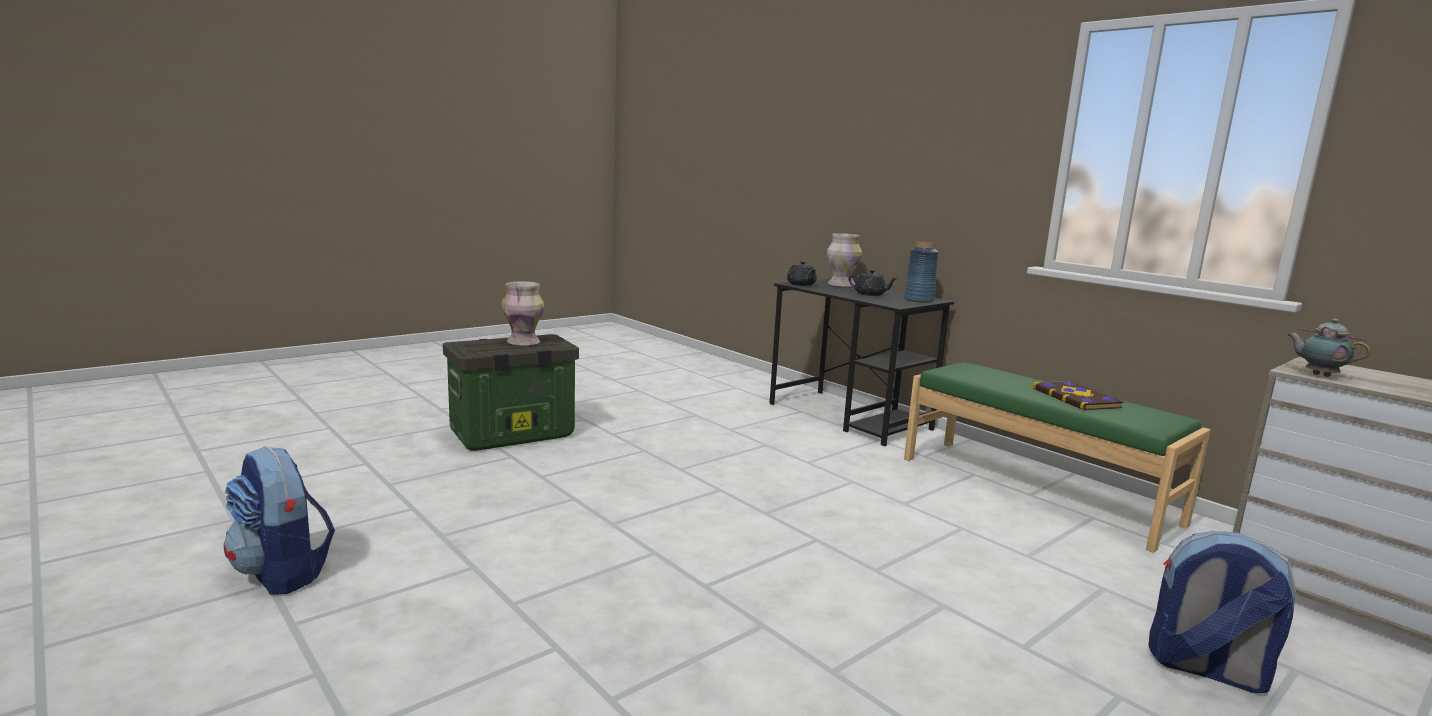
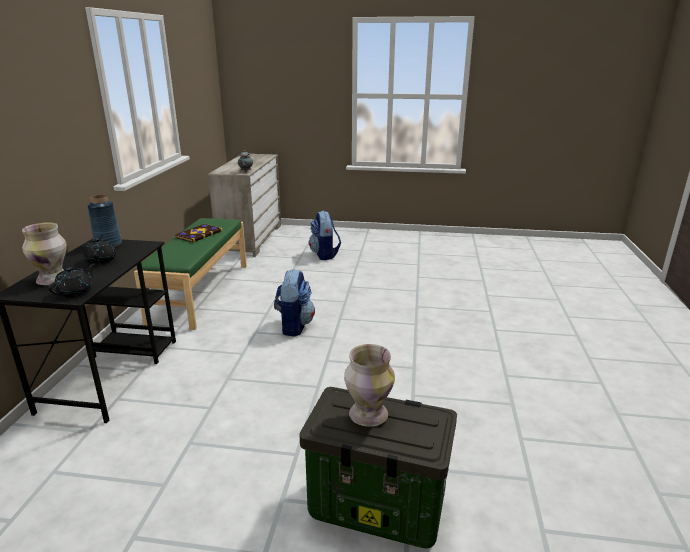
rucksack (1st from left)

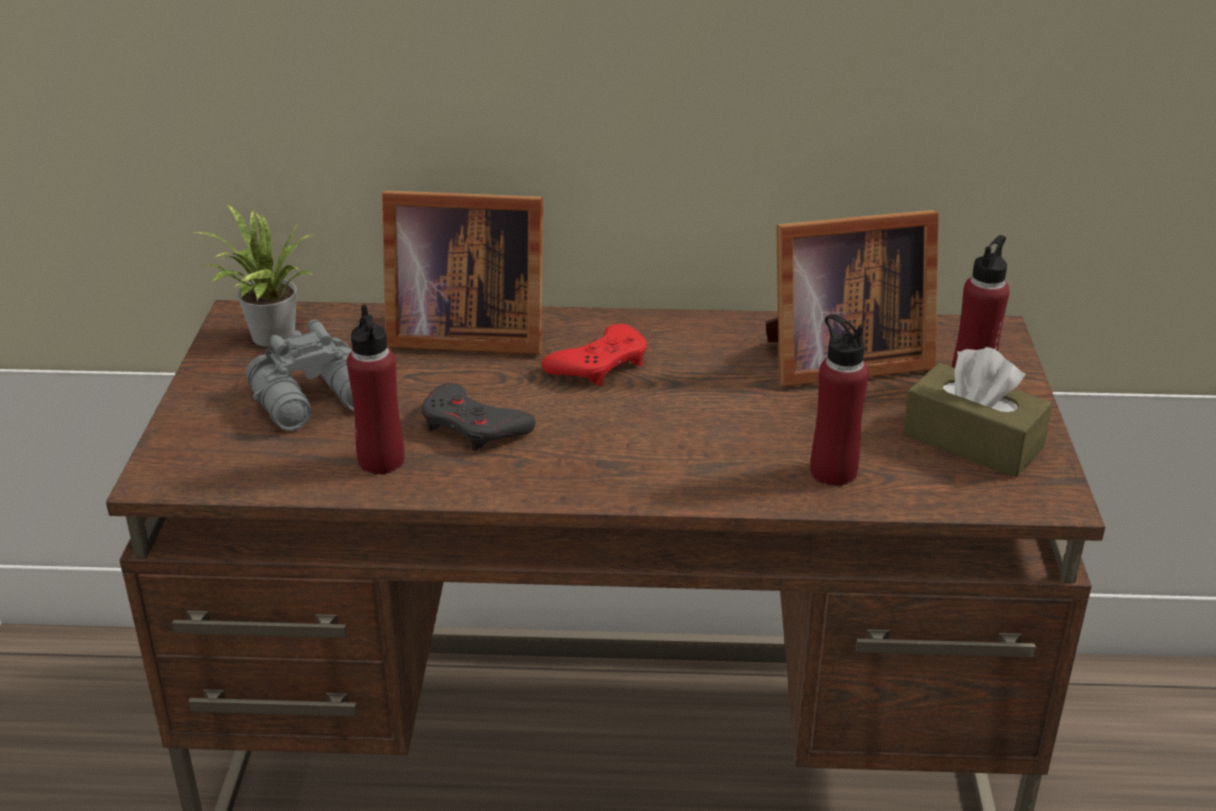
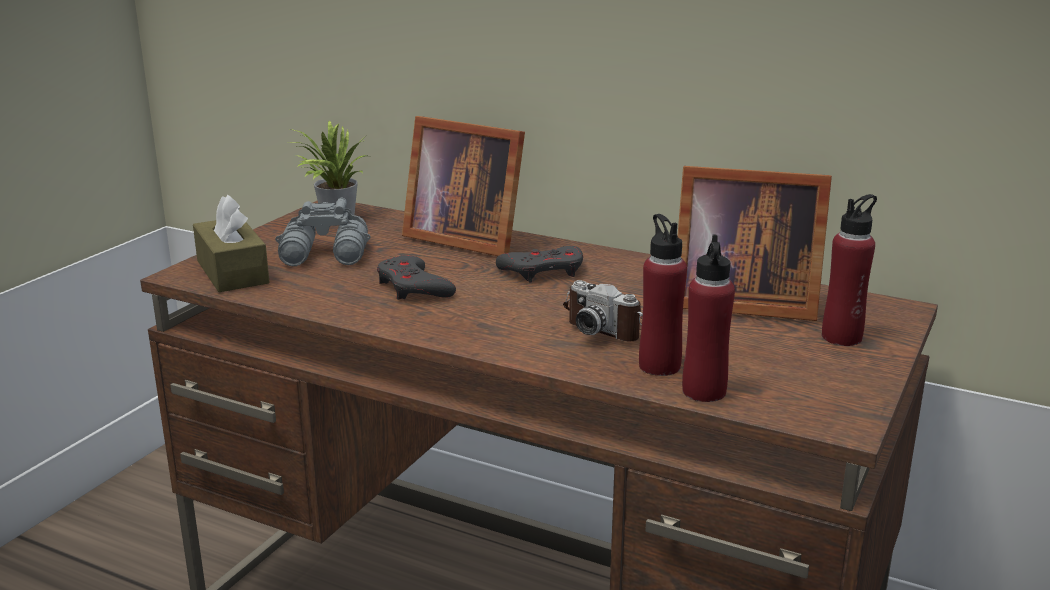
red bottle (2nd from left); greyish game controller (2nd from left); brownish box of tissues; photo camera

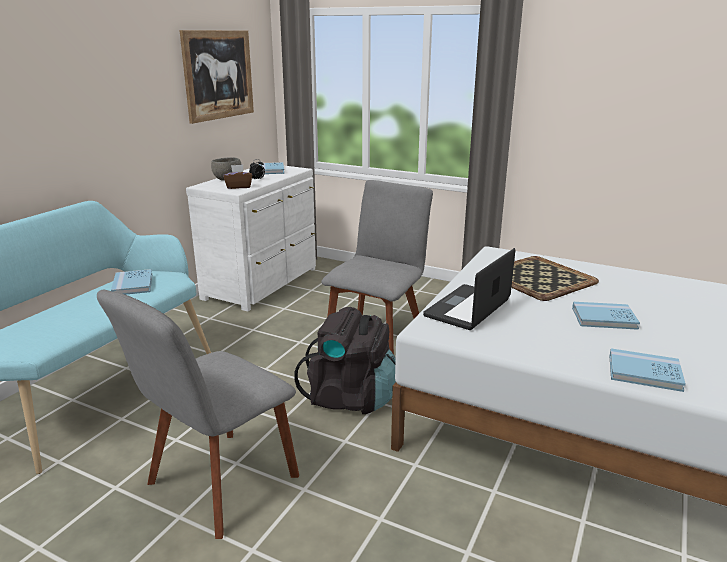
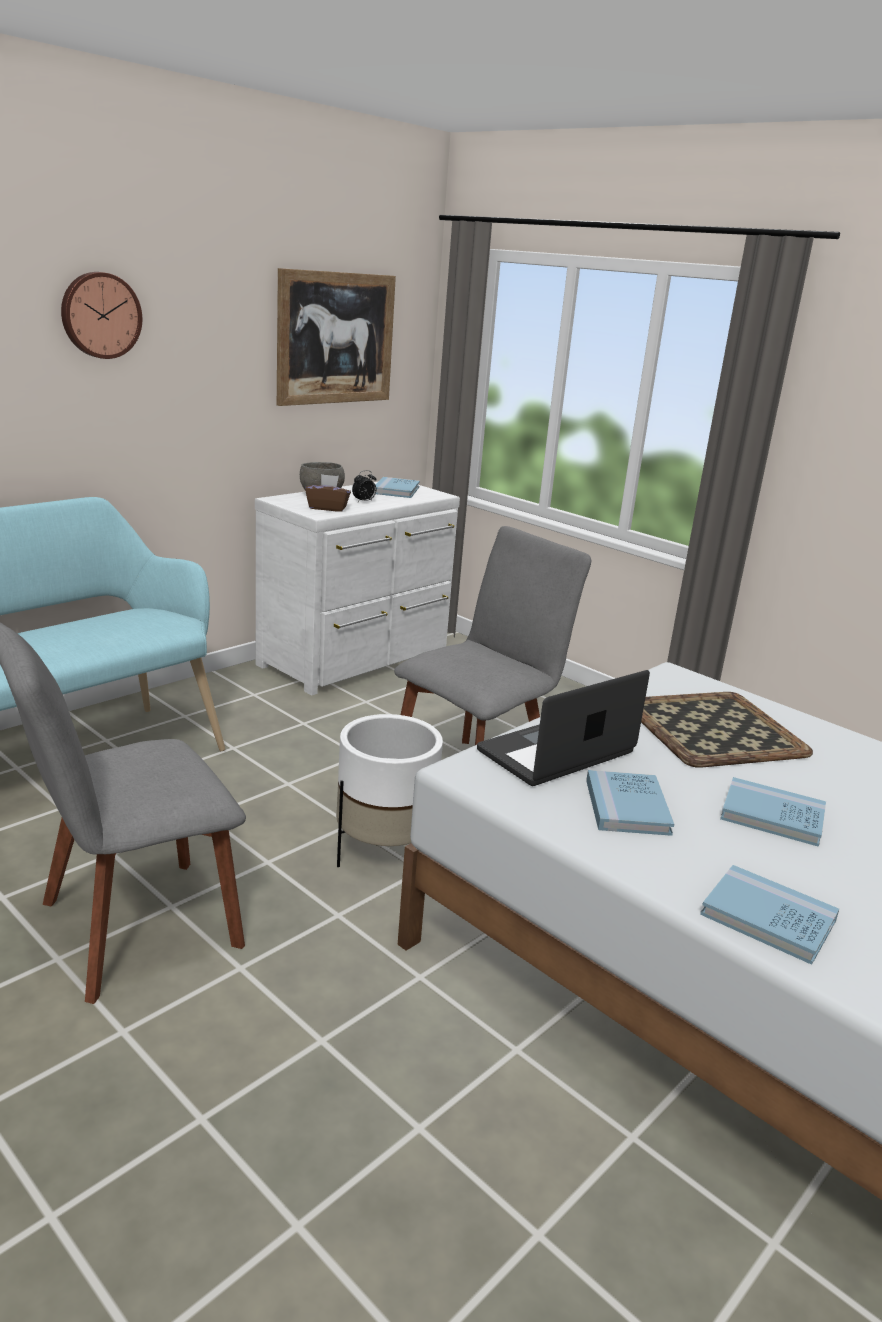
bluish volume (2nd from left); white flower pot; clock on the wall

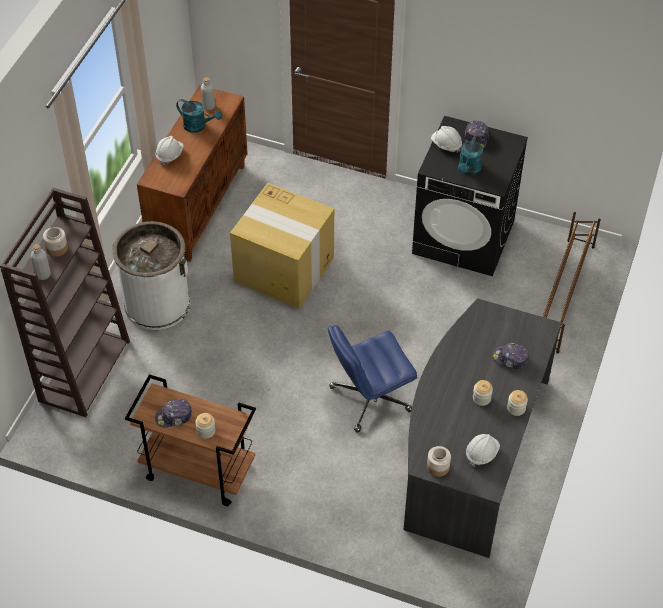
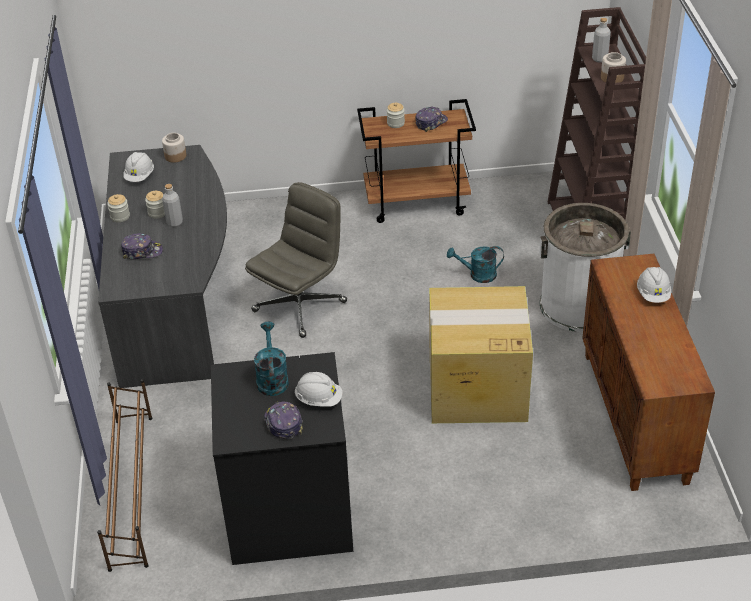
greyish bottle (1st from left); turquoise watering can (2nd from left); greyish computer chair

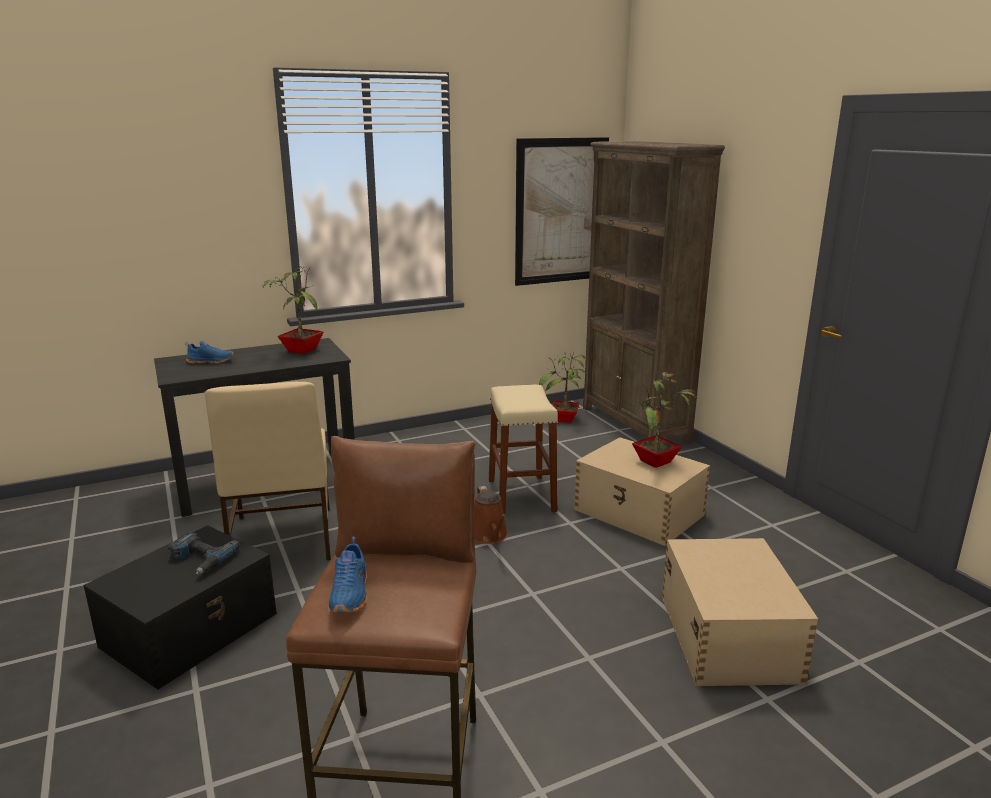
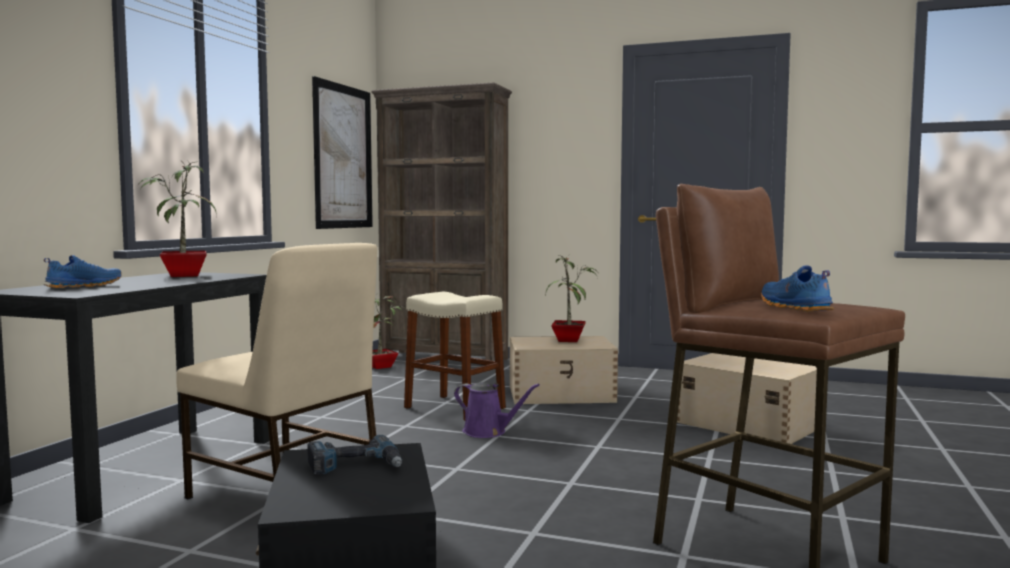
purple watering can; bluish low shoe (2nd from left)

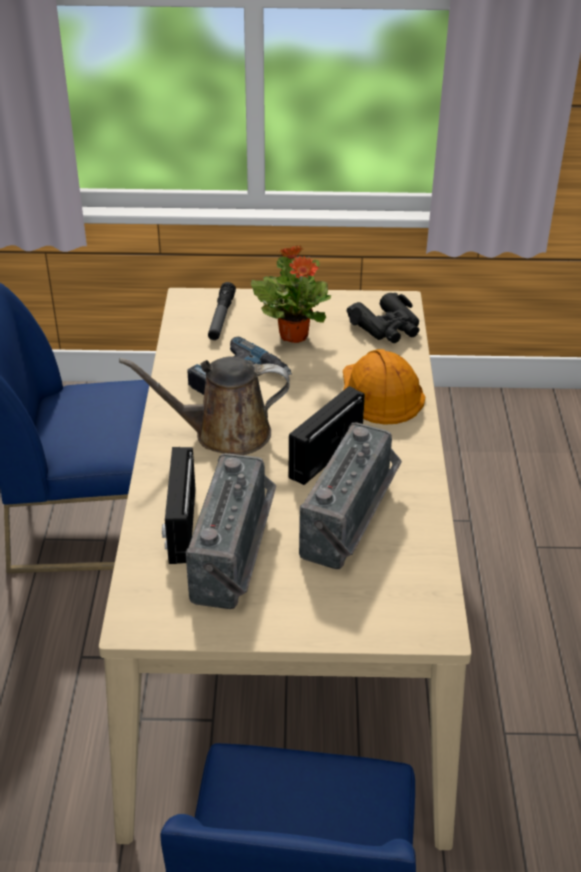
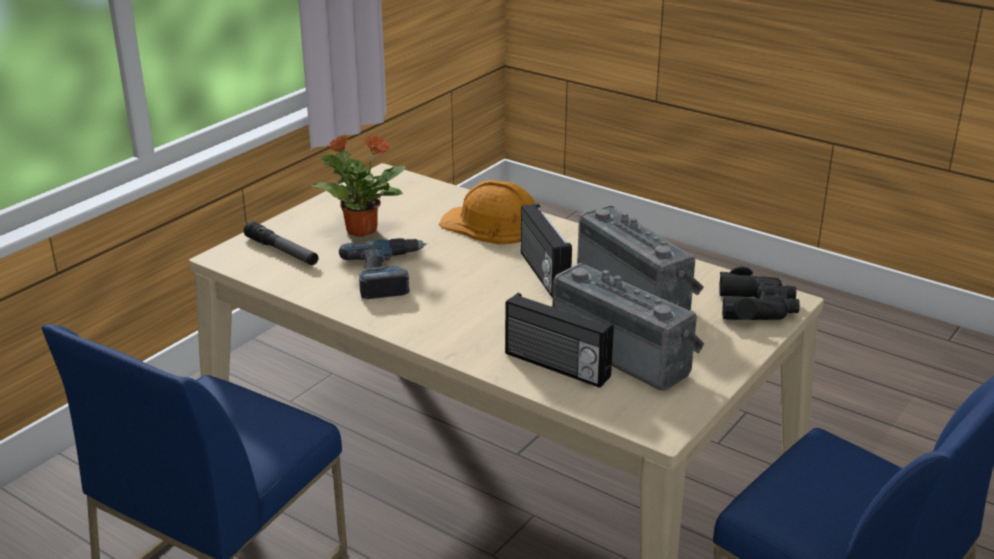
blackish field glasses; brownish watering can

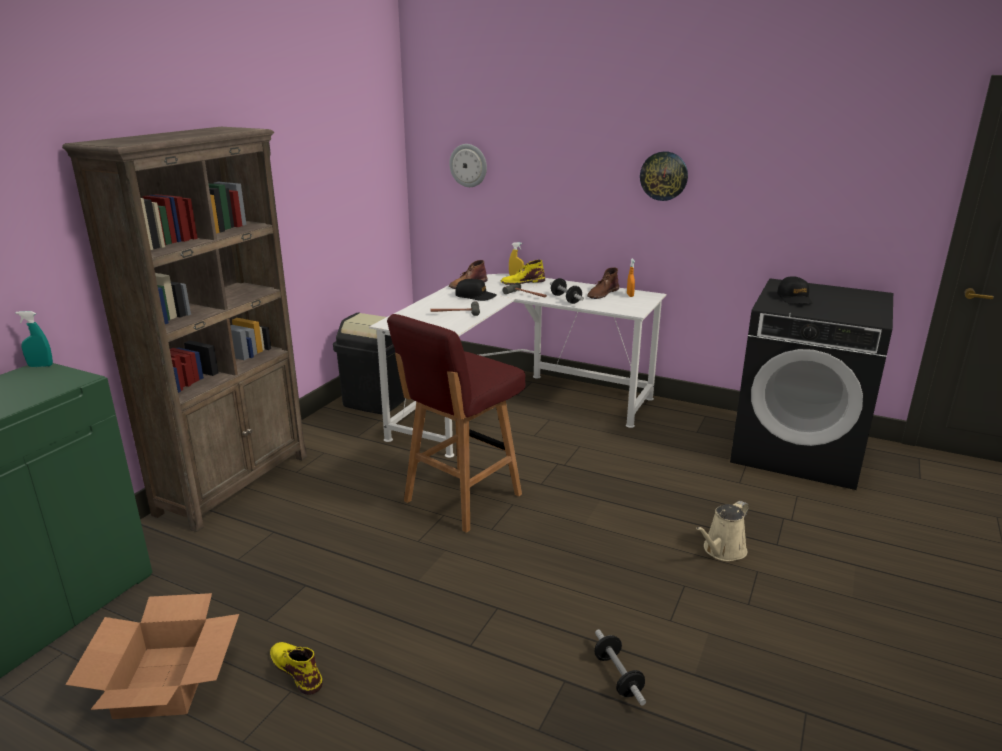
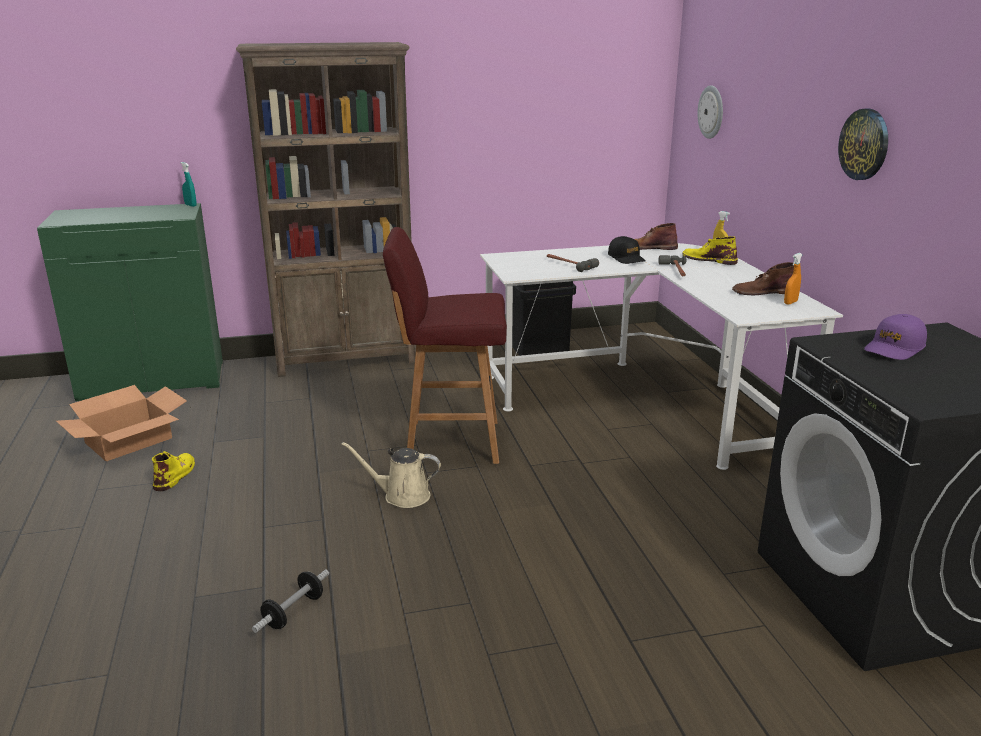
purple peaked cap; free weight (1st from left in the first image); sand-coloured watering can

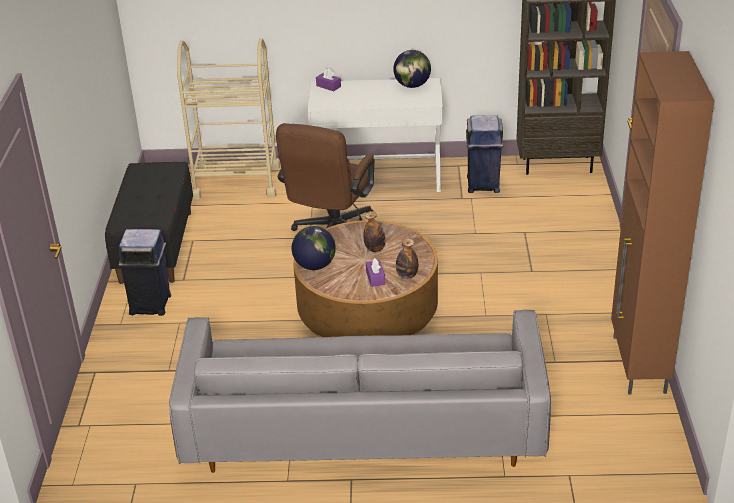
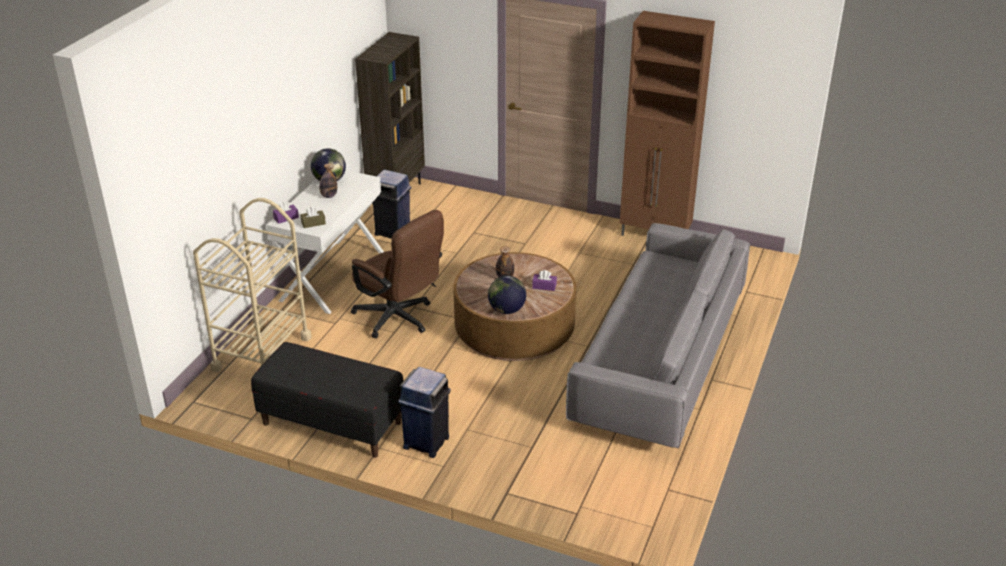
bottle (1st from left); brownish box of tissues

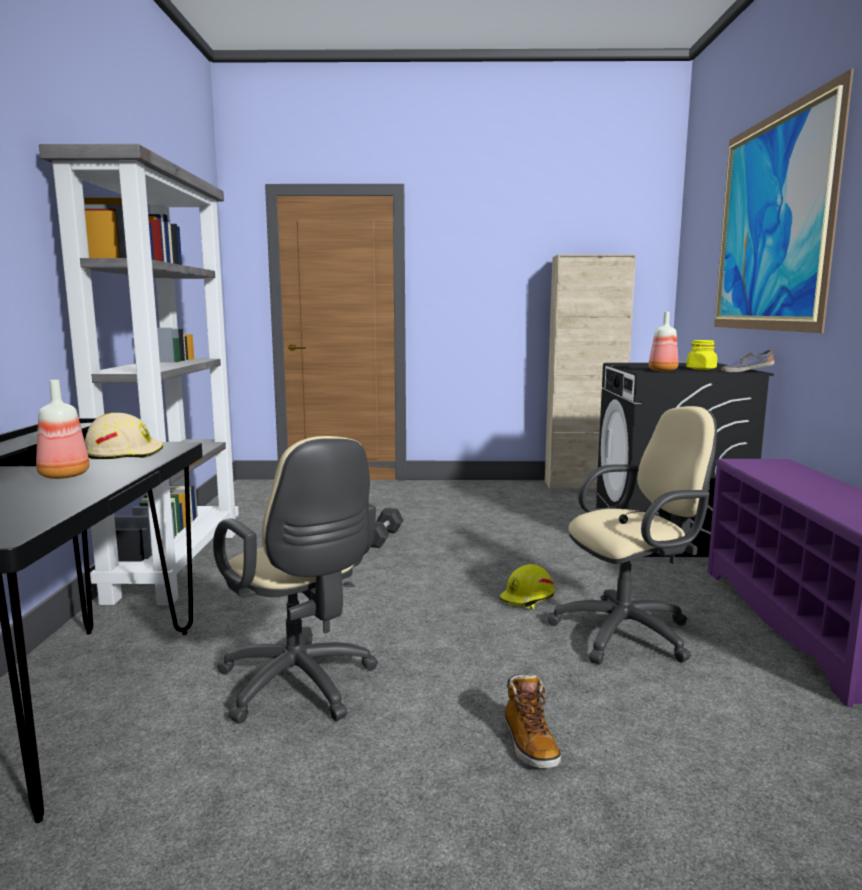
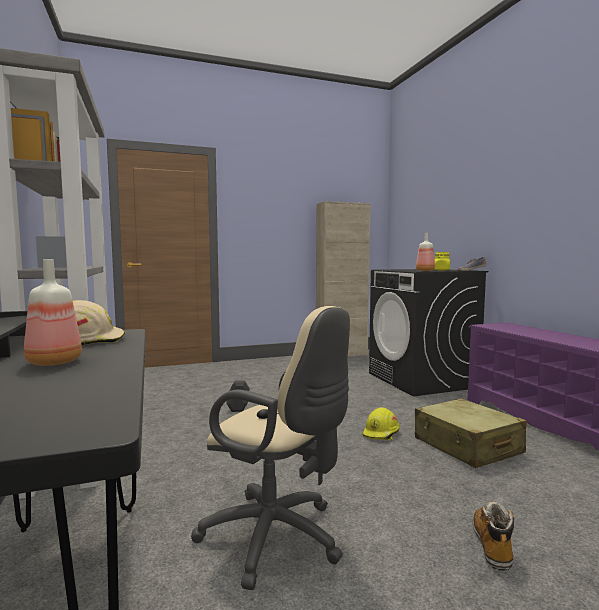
wall picture; sand-coloured suitcase; boot

